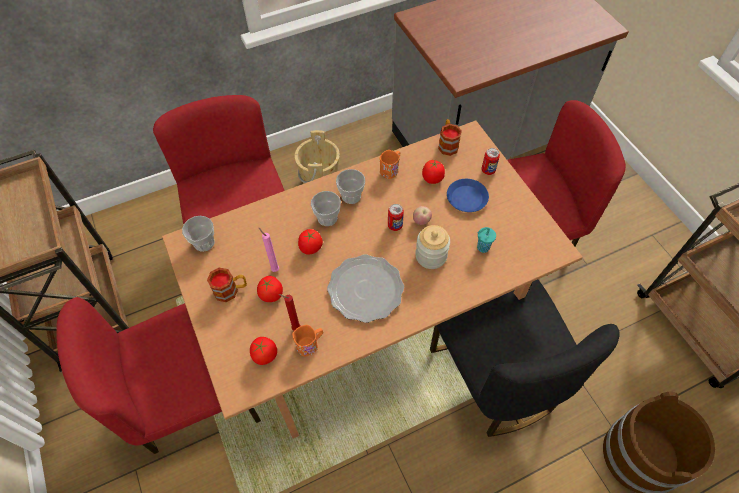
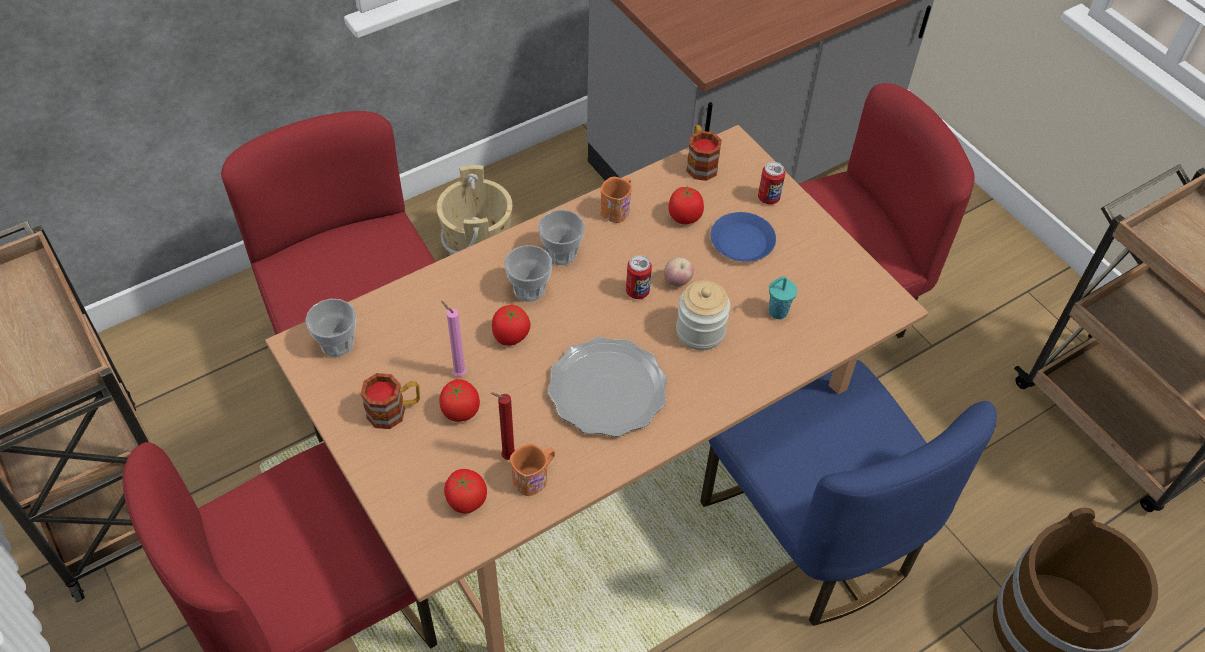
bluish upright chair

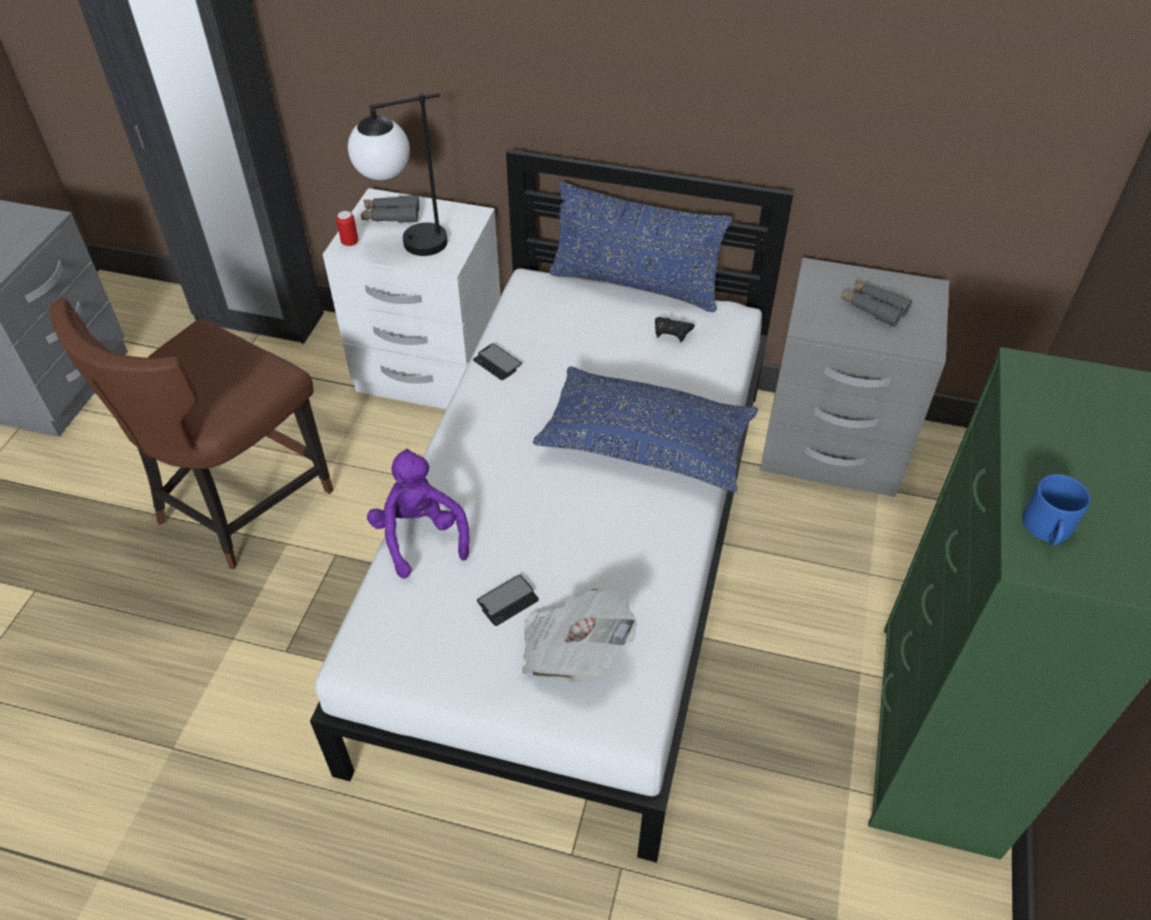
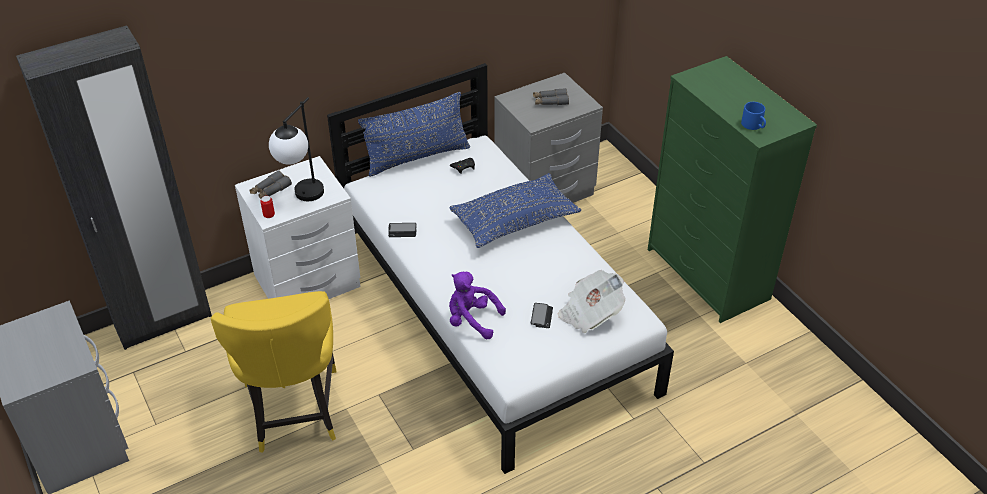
yellowish upright chair

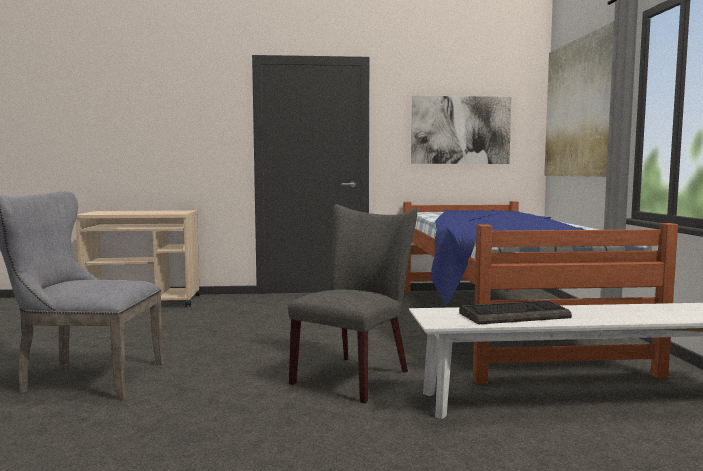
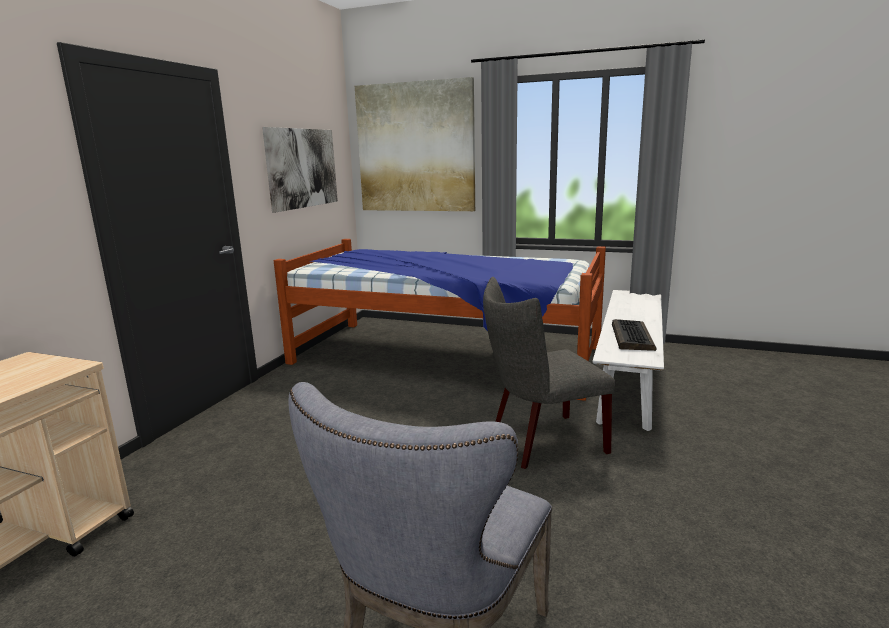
greyish upright chair (2nd from left)

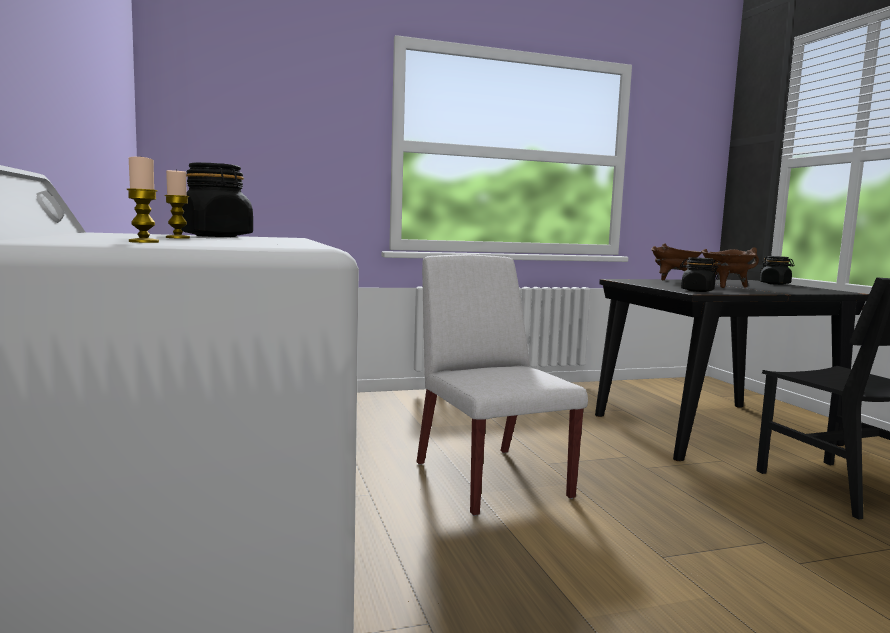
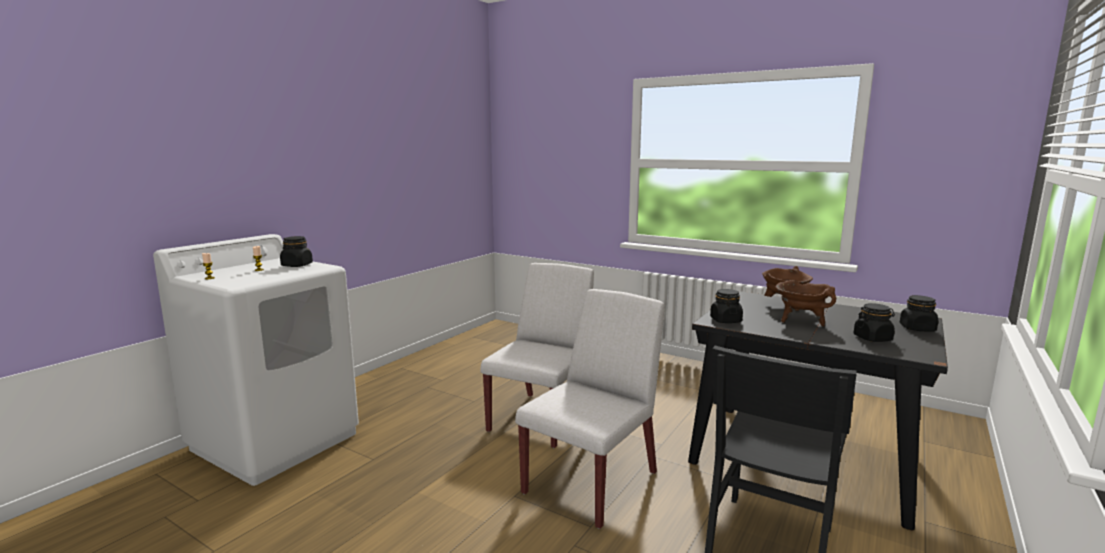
white upright chair (2nd from left); blackish storage jar (3rd from left)

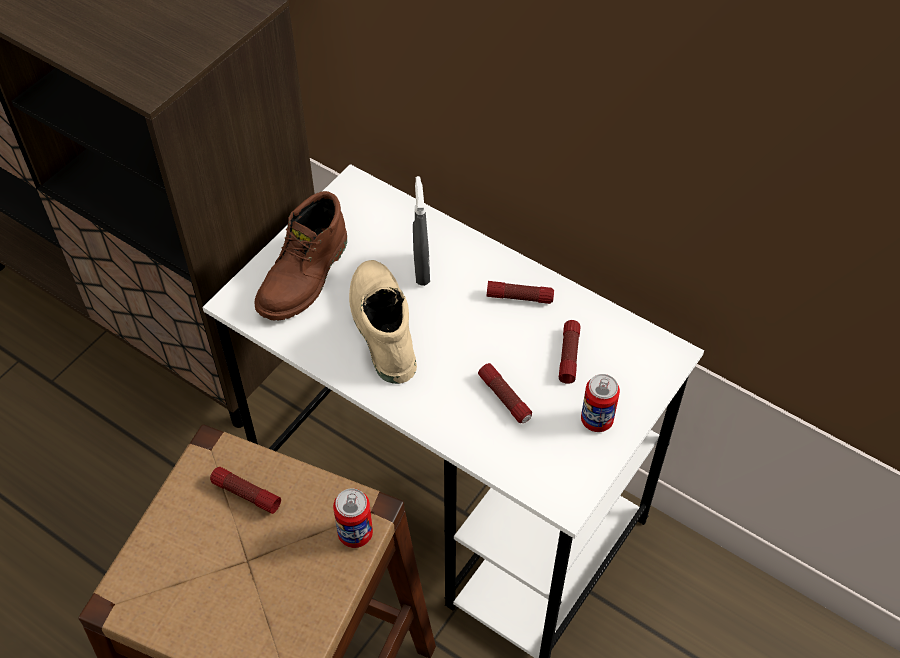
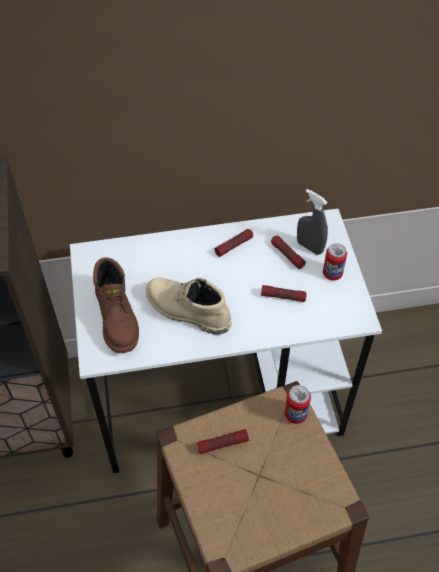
greyish hand sprayer

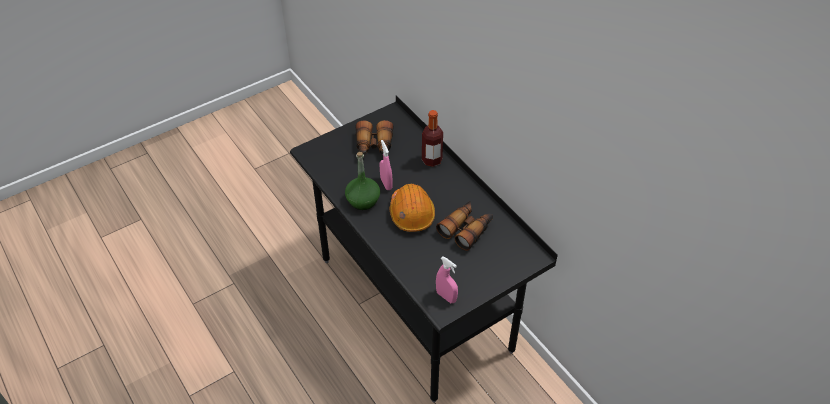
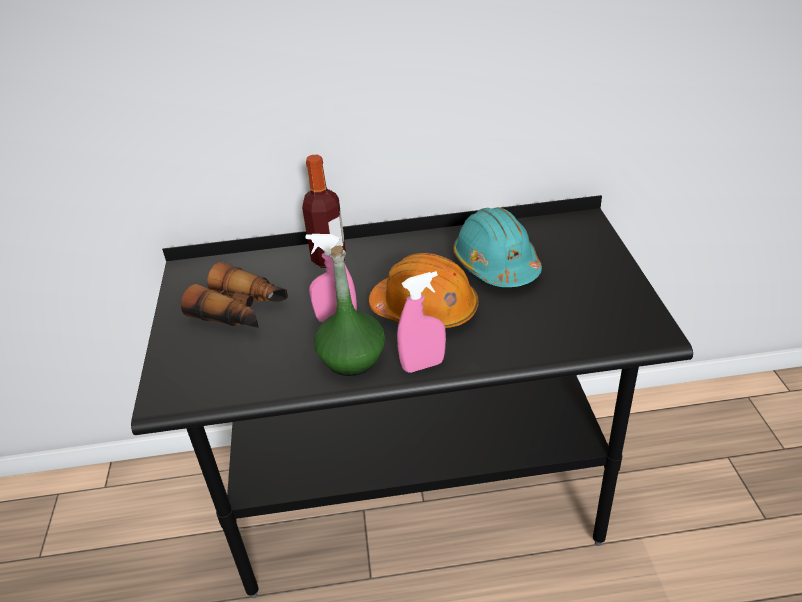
turquoise hard hat; pink hand sprayer (2nd from left)

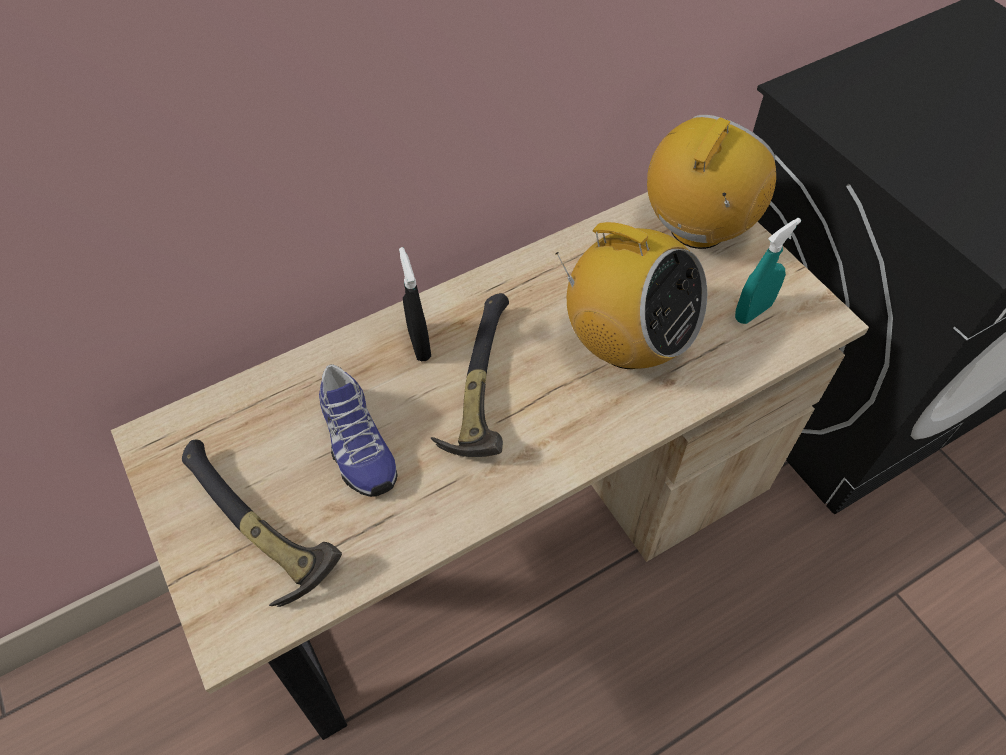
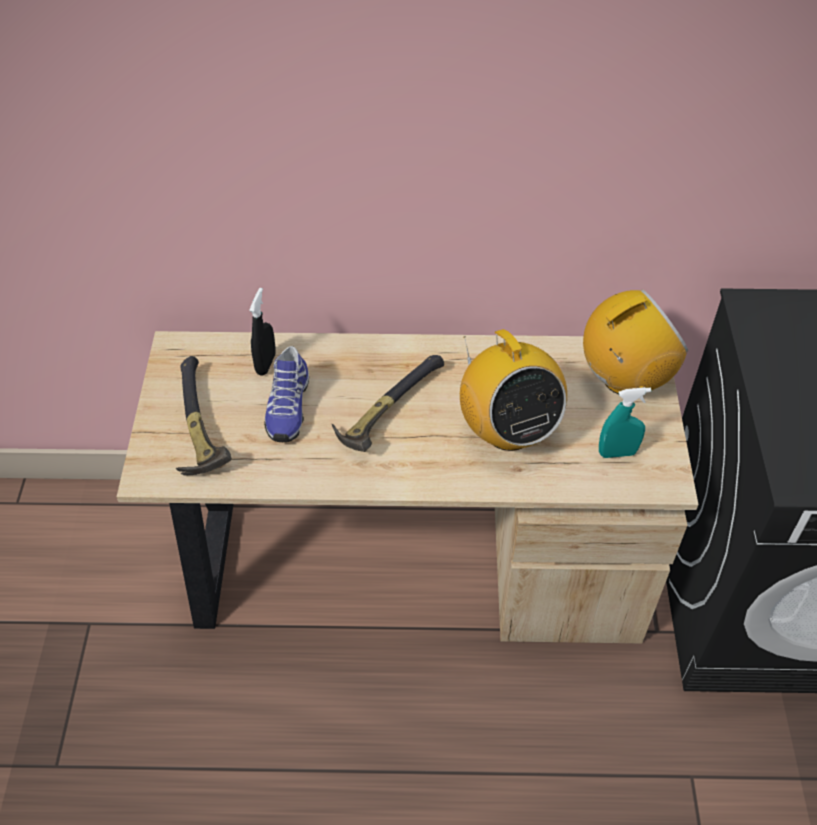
blackish hand sprayer

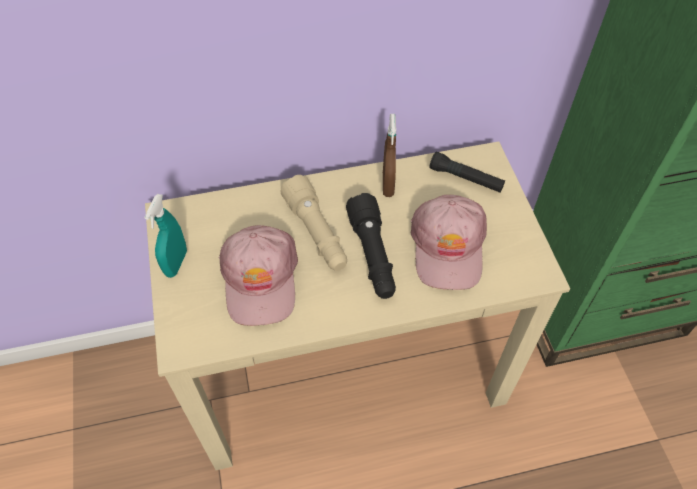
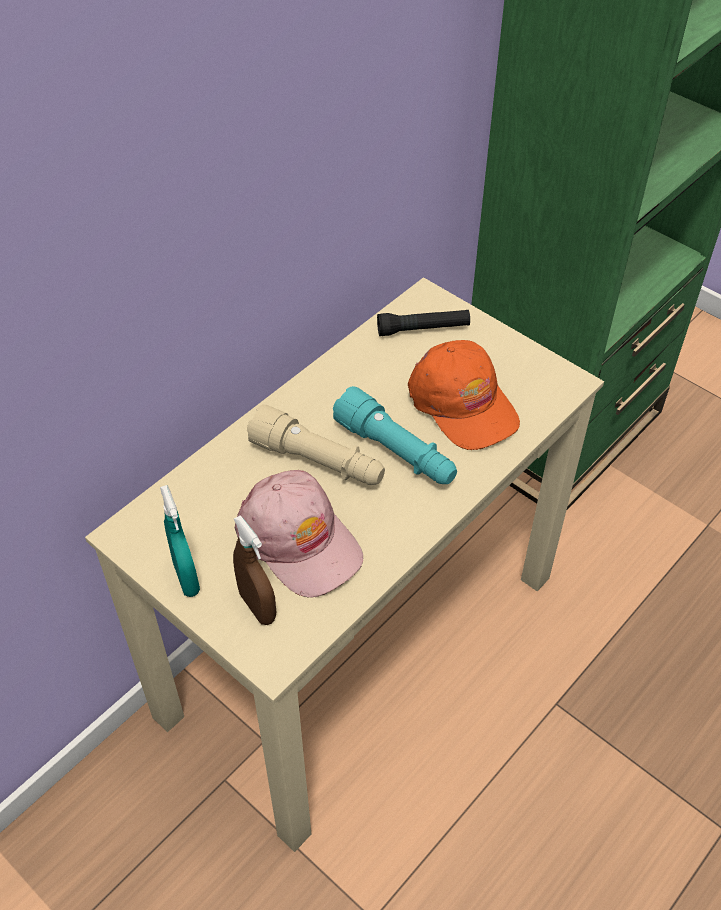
brownish hand sprayer; turquoise hand torch; orange peaked cap

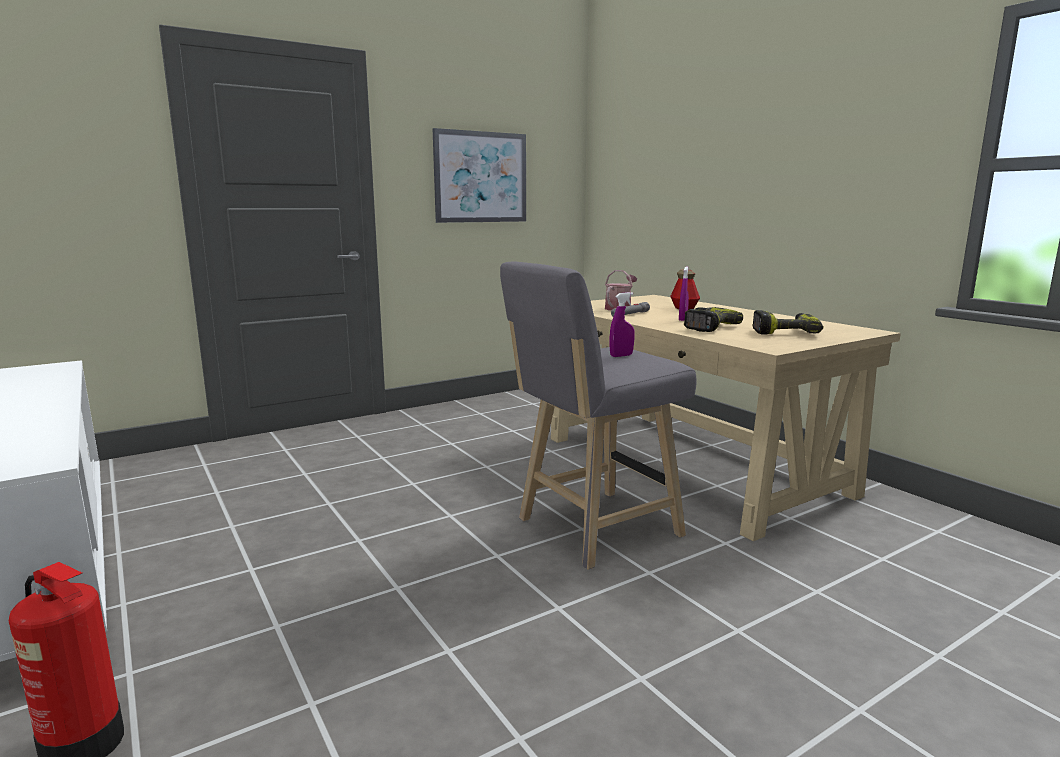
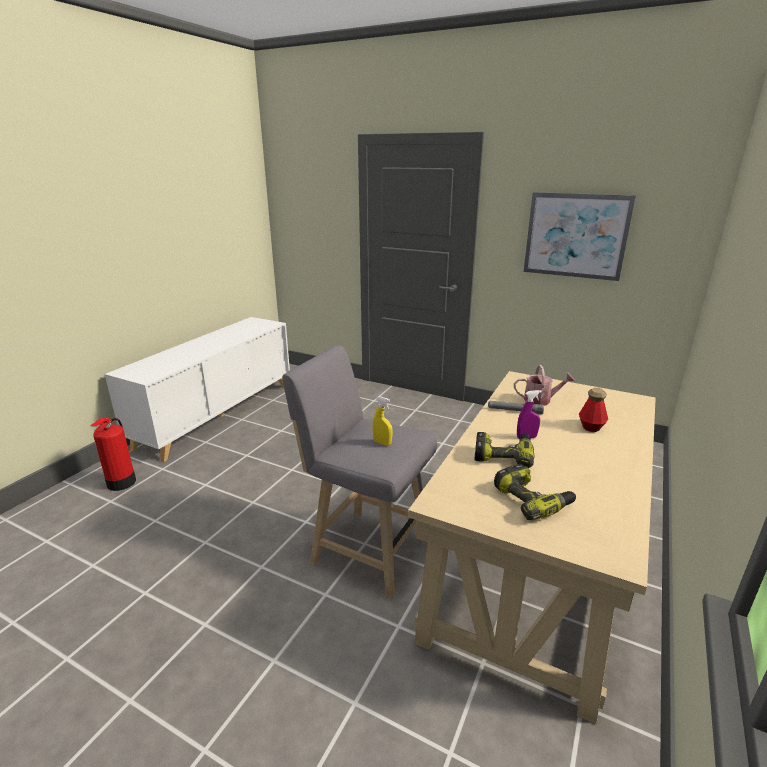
yellowish hand sprayer

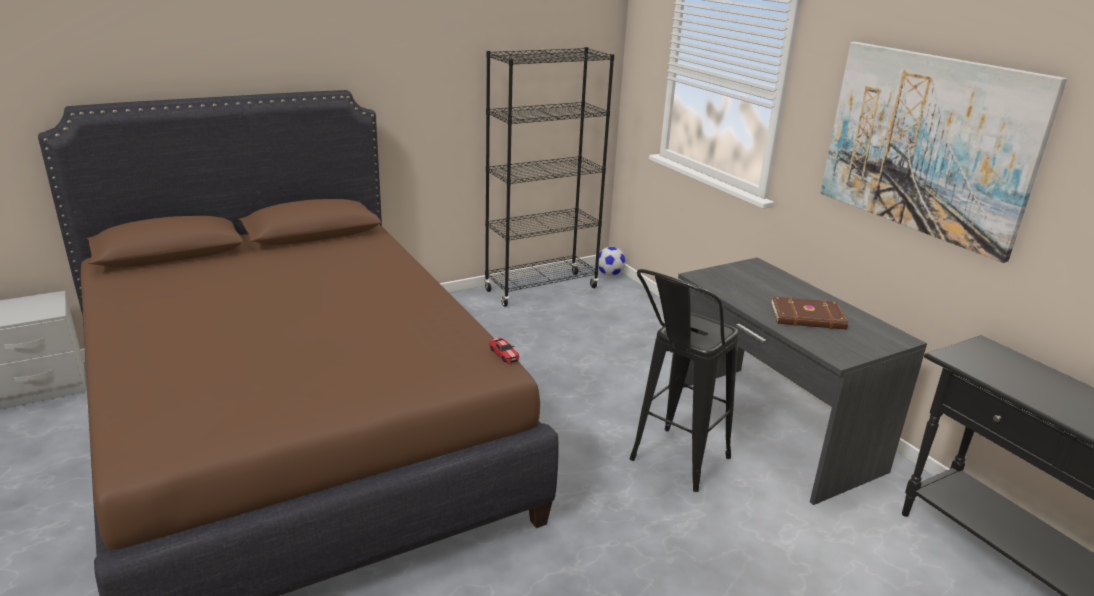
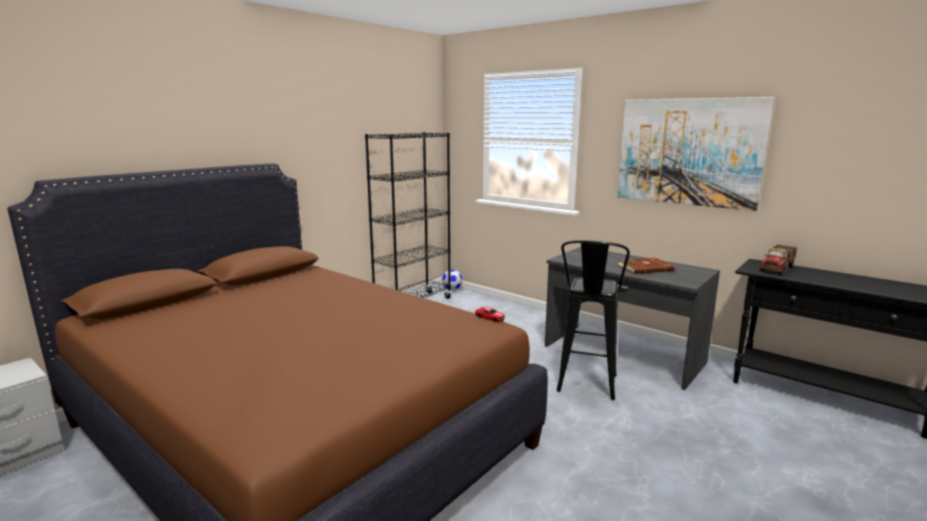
toy lorry

